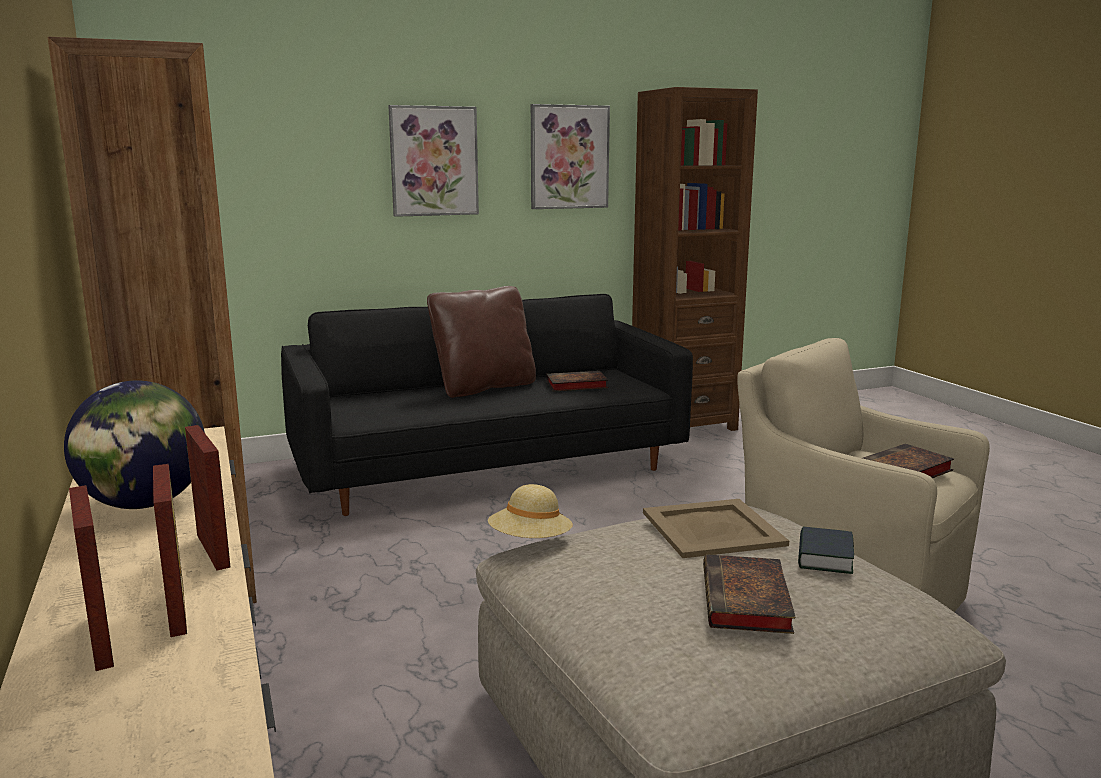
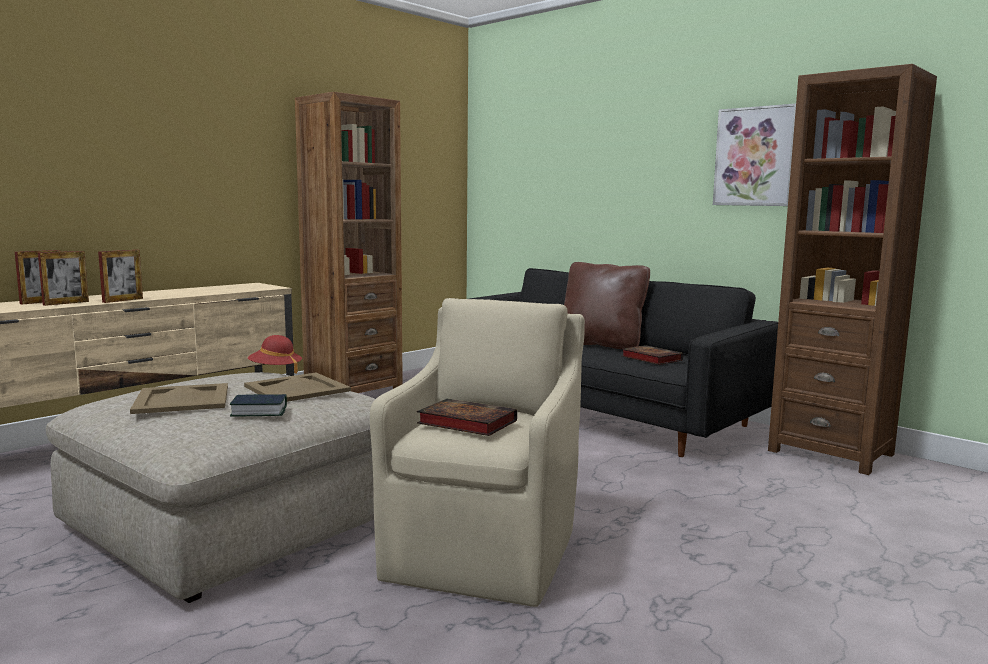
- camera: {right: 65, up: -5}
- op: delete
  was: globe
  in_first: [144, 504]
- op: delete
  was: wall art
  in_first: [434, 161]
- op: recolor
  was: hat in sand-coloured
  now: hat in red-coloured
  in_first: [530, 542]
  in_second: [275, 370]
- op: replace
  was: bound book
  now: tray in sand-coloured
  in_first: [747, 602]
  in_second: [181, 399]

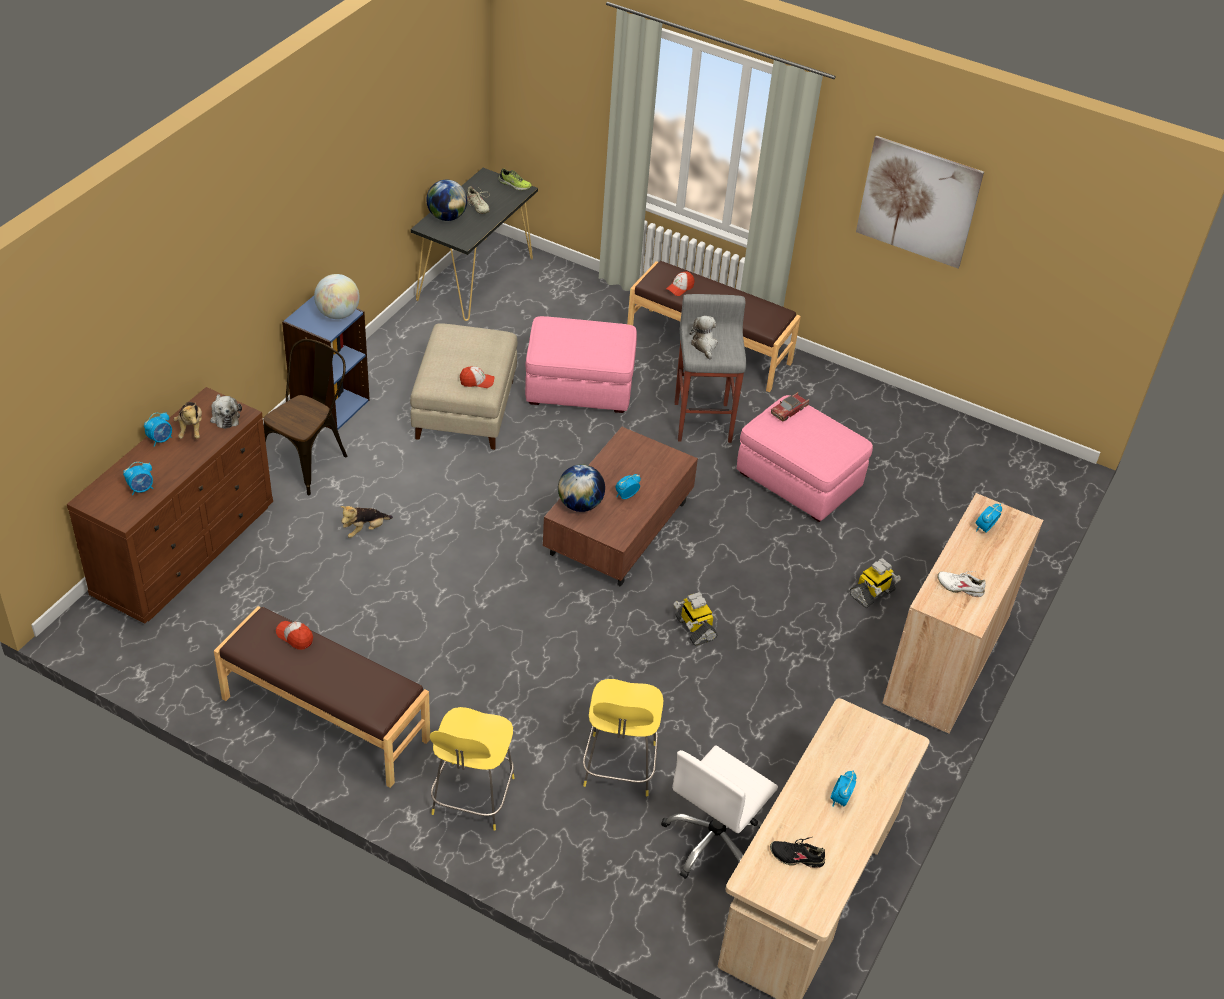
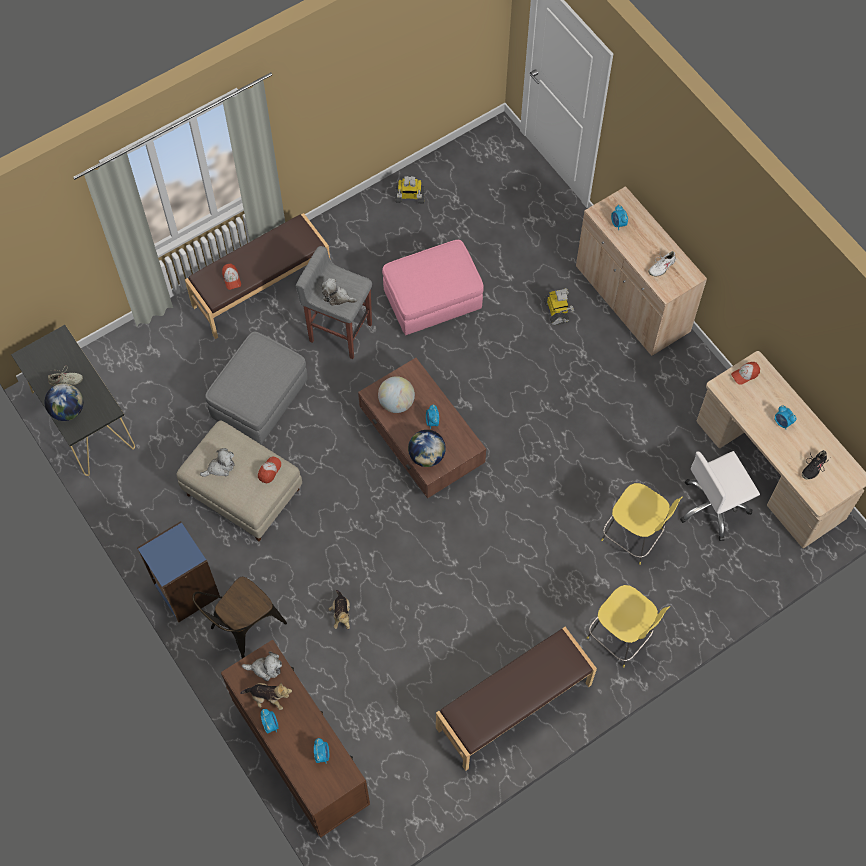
- camera: {right: -60, up: 20}
- op: rotate
  was: chair in brown
  in_first: [309, 459]
  in_second: [242, 627]
  clockwise: -105
- op: move
  was: baseball cap
  in_first: [295, 637]
  in_second: [745, 374]
- op: move
  was: globe
  in_first: [338, 314]
  in_second: [396, 403]
- op: delete
  was: shoe
  in_first: [514, 185]
- op: recolor
  was: pouffe in pink
  now: pouffe in greyish
  in_first: [580, 388]
  in_second: [260, 399]
- op: rotate
  was: desk chair in white-coloured
  in_first: [714, 841]
  in_second: [713, 507]
  clockwise: 90
- op: move
  was: toy robot
  in_first: [694, 628]
  in_second: [409, 197]
- op: delete
  was: model car
  in_first: [789, 410]
- op: delete
  was: wall art
  in_first: [918, 201]
- op: insert
  now: plush toy
  in_second: [220, 467]

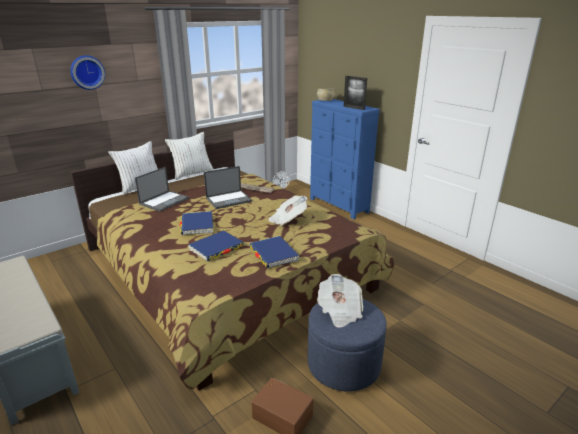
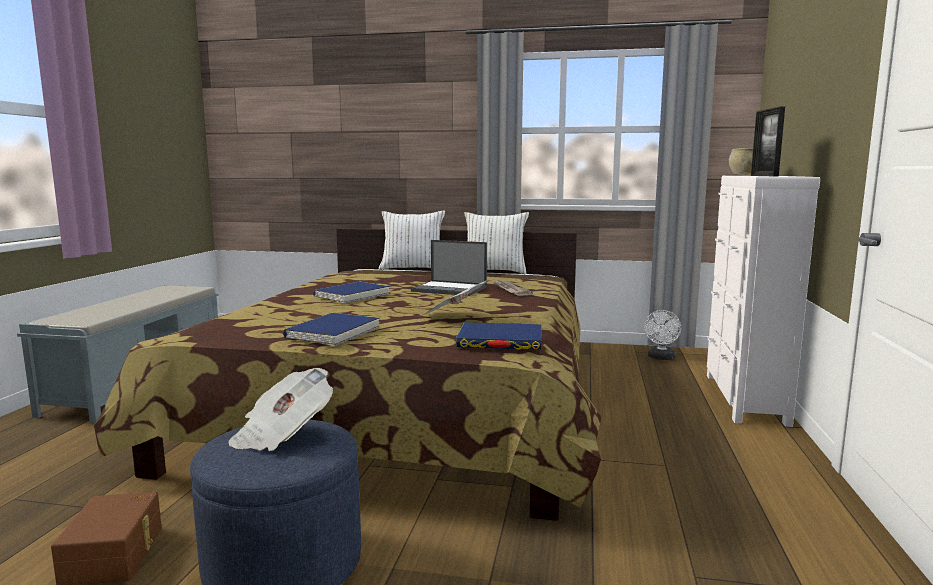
- camera: {right: 50, up: -15}
- op: delete
  was: wall clock
  in_first: [87, 72]
- op: delete
  was: notebook computer
  in_first: [164, 201]
- op: move
  was: bound book in bluish
  in_first: [216, 248]
  in_second: [500, 341]
- op: recolor
  was: dresser in bluish
  now: dresser in white-coloured
  in_first: [338, 205]
  in_second: [743, 398]

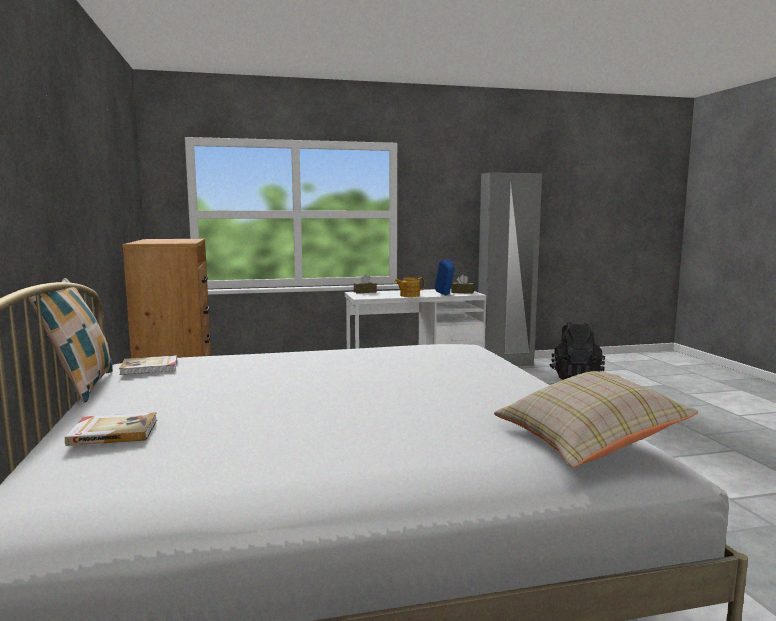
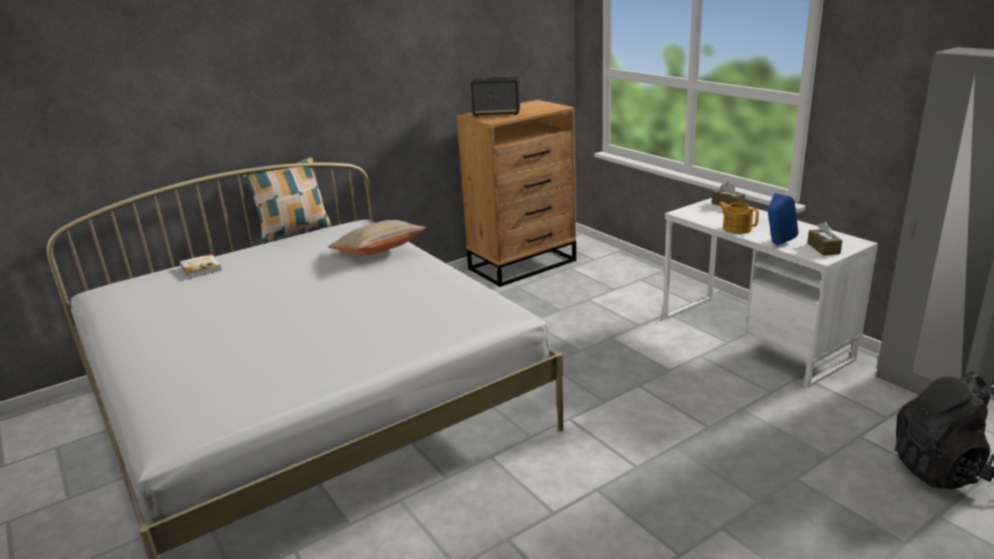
- camera: {right: 70, up: 15}
- op: delete
  was: bound book
  in_first: [150, 367]
- op: move
  was: throw pillow in sand-coloured
  in_first: [586, 442]
  in_second: [378, 252]
- op: insert
  now: loudspeaker
  in_second: [497, 113]

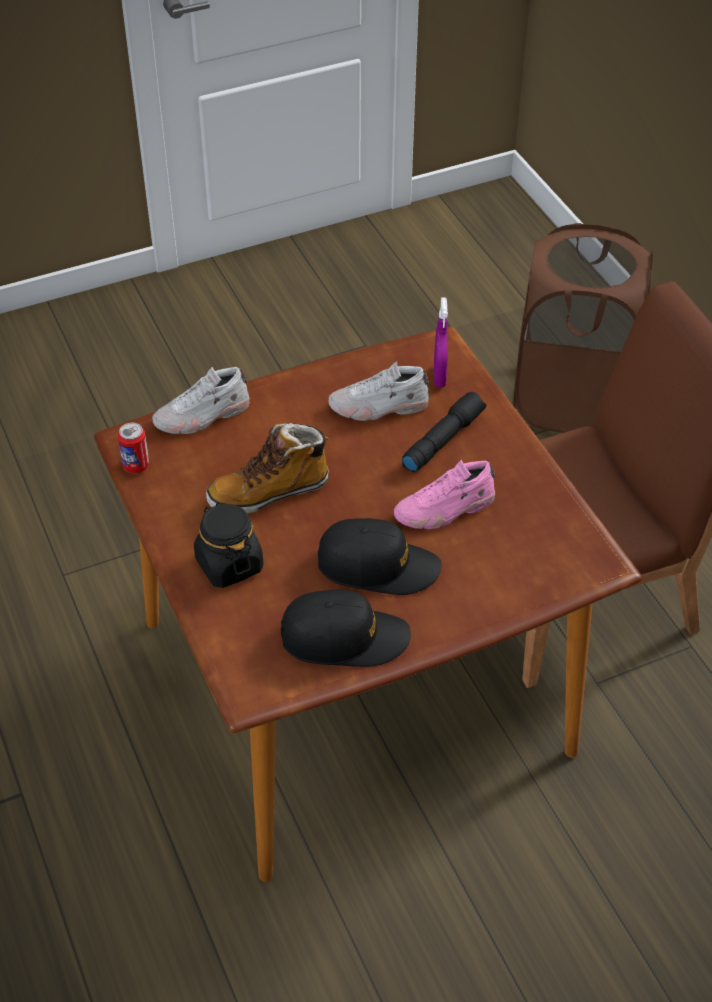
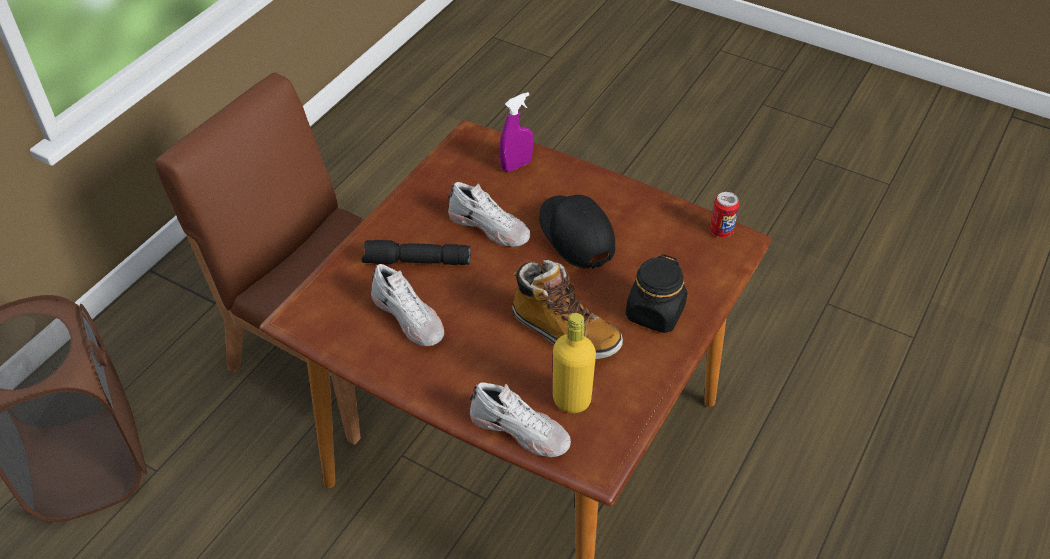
- camera: {right: -125, up: 0}
- op: move
  was: metal can
  in_first: [136, 466]
  in_second: [721, 231]
- op: delete
  was: baseball cap in blackish
  in_first: [344, 637]
- op: recolor
  was: shoe in pink
  now: shoe in white-coloured
  in_first: [445, 509]
  in_second: [490, 227]
- op: move
  was: spray bottle in purple
  in_first: [439, 377]
  in_second: [516, 165]
- op: insert
  now: drink bottle in yellow
  in_second: [571, 400]

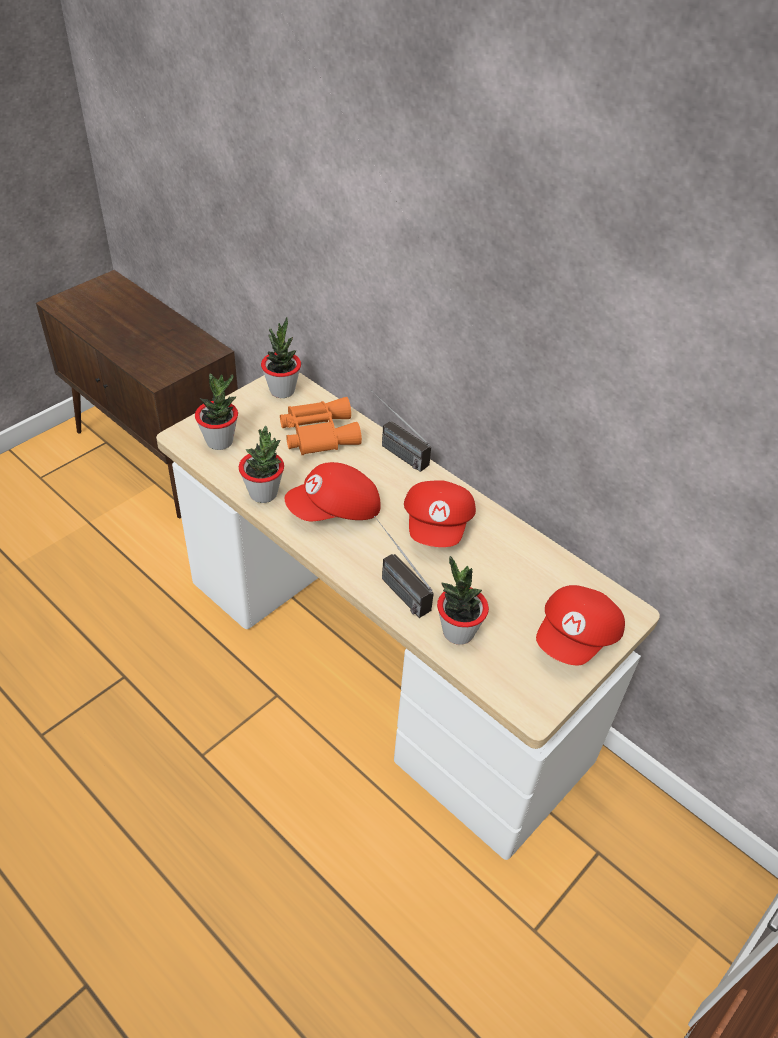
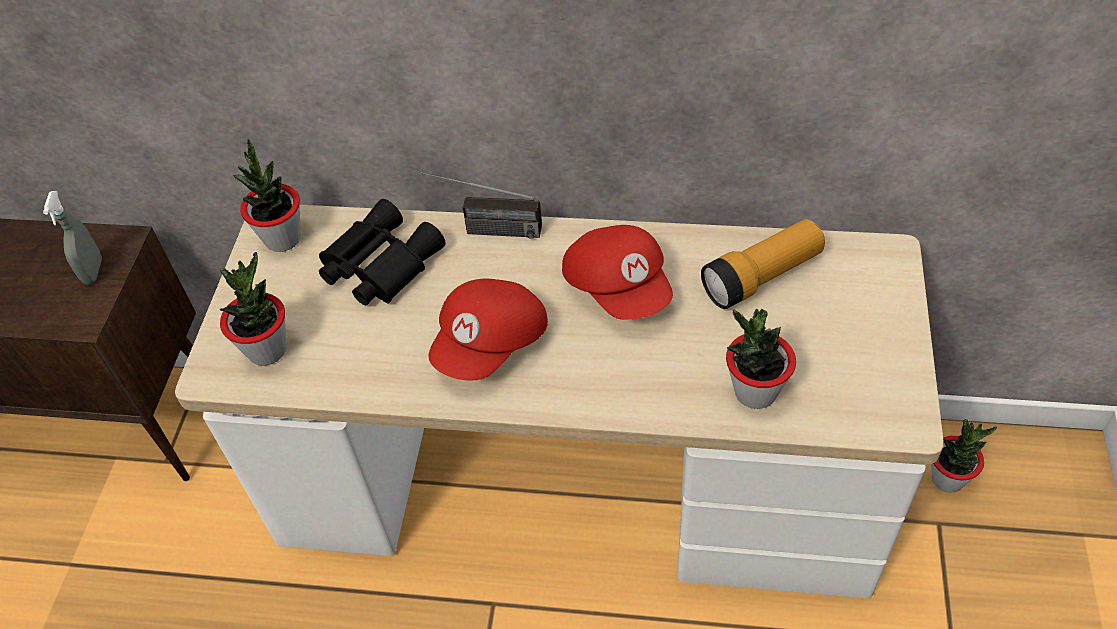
- camera: {right: -30, up: 5}
- op: move
  was: potted plant
  in_first: [263, 493]
  in_second: [947, 479]
- op: recolor
  was: binoculars in orange-coloured
  now: binoculars in blackish
  in_first: [318, 433]
  in_second: [378, 264]
- op: delete
  was: radio receiver
  in_first: [394, 585]
- op: delete
  was: baseball cap in red-coloured
  in_first: [576, 638]
- op: insert
  now: spray bottle in greyish
  in_second: [93, 271]
- op: insert
  now: flashlight
  in_second: [762, 277]

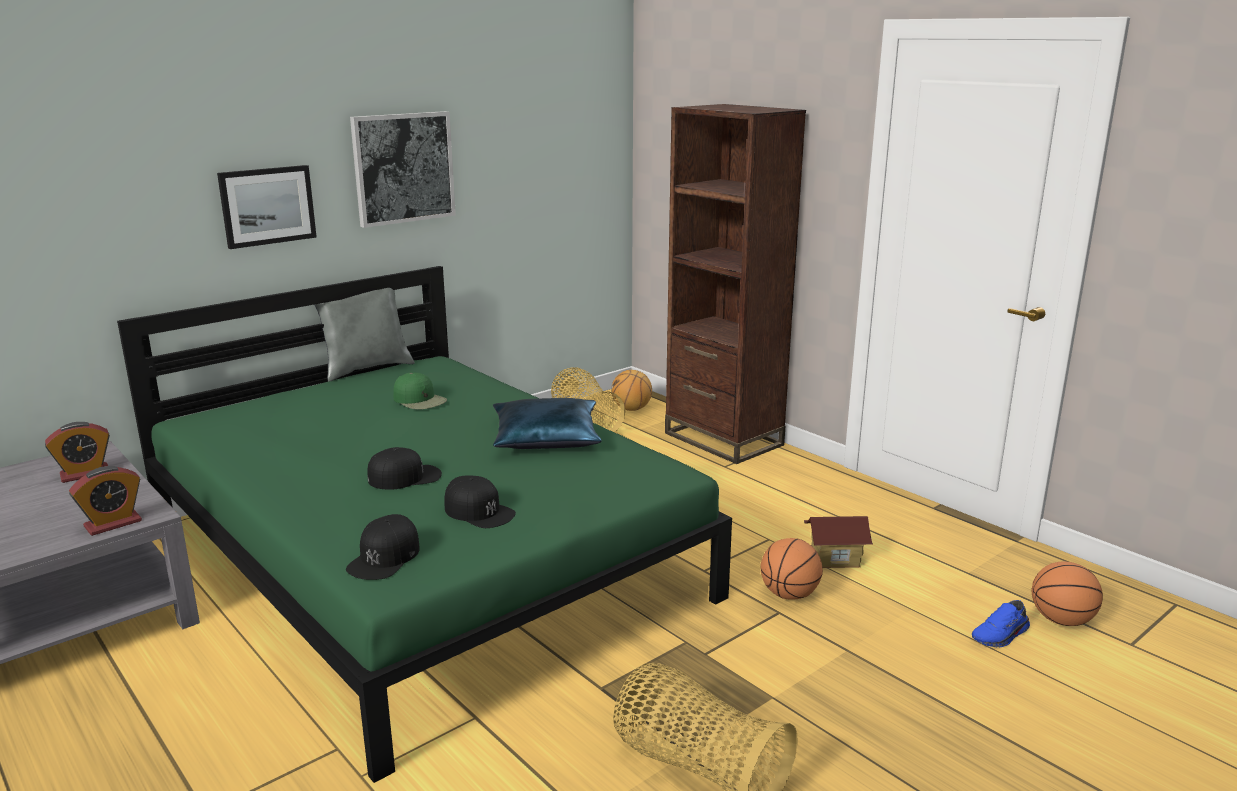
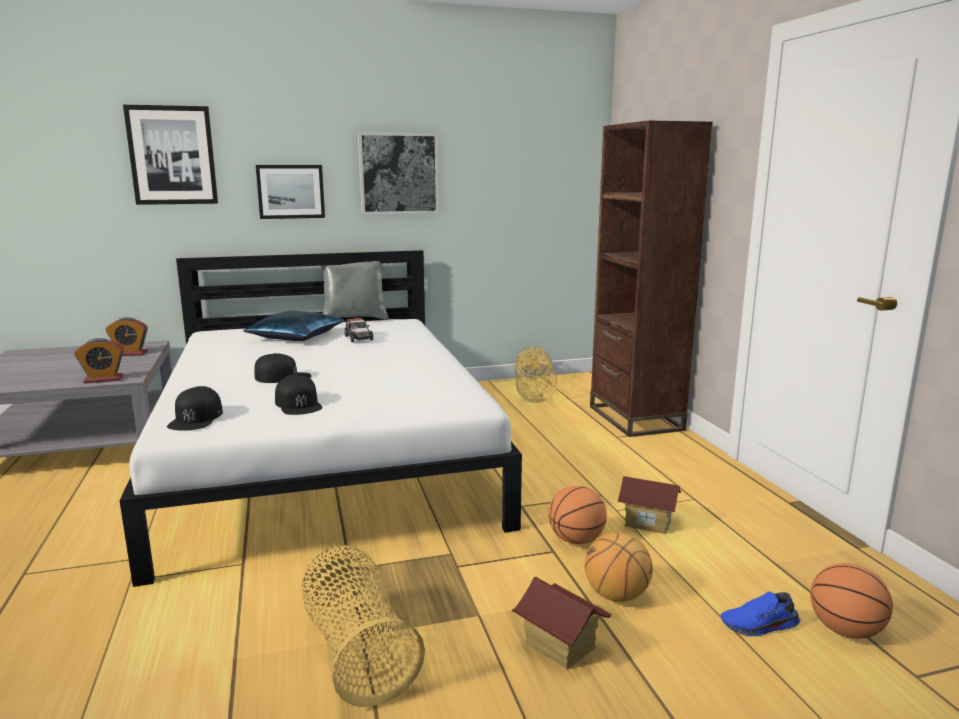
- camera: {right: 25, up: -5}
- op: recolor
  was: sleeping bed in green-coloured
  now: sleeping bed in white-coloured
  in_first: [425, 560]
  in_second: [326, 456]
- op: rotate
  was: baseball cap in blackish
  in_first: [385, 557]
  in_second: [196, 418]
  clockwise: -45
- op: replace
  was: baseball cap in green-coloured
  now: model car
  in_first: [420, 400]
  in_second: [358, 338]
- op: move
  was: throw pillow in bluish
  in_first: [545, 438]
  in_second: [295, 336]
- op: move
  was: basketball
  in_first: [631, 409]
  in_second: [616, 595]
- op: insert
  now: wall art
  in_second: [172, 155]
- op: insert
  now: toy house
  in_second: [559, 646]

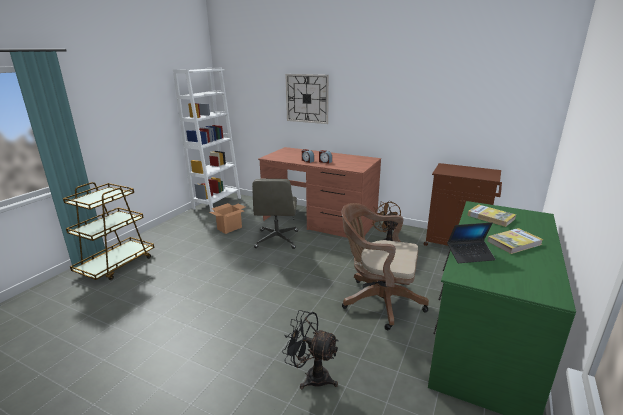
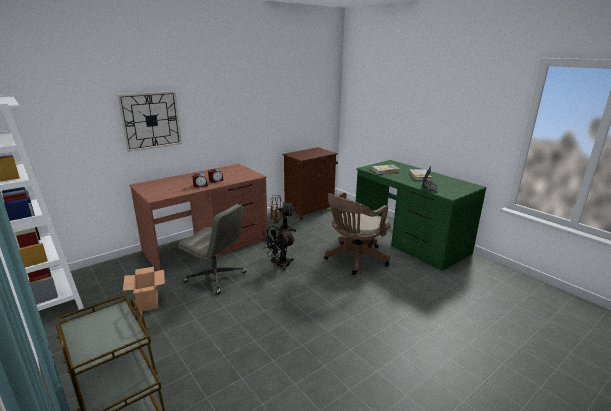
- camera: {right: -65, up: 0}
- op: move
  was: cooling fan in blackish
  in_first: [311, 376]
  in_second: [279, 265]

